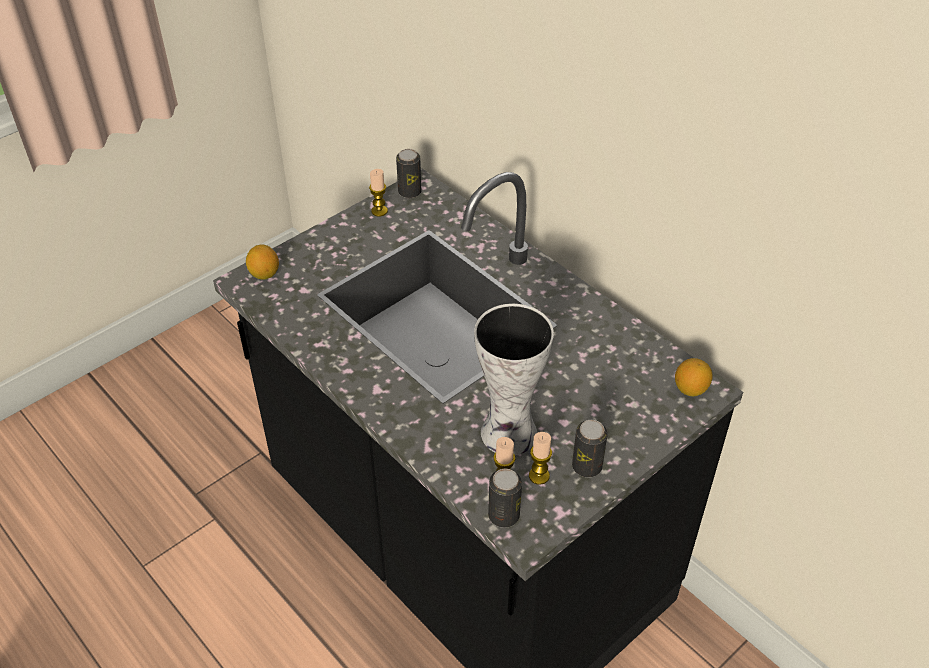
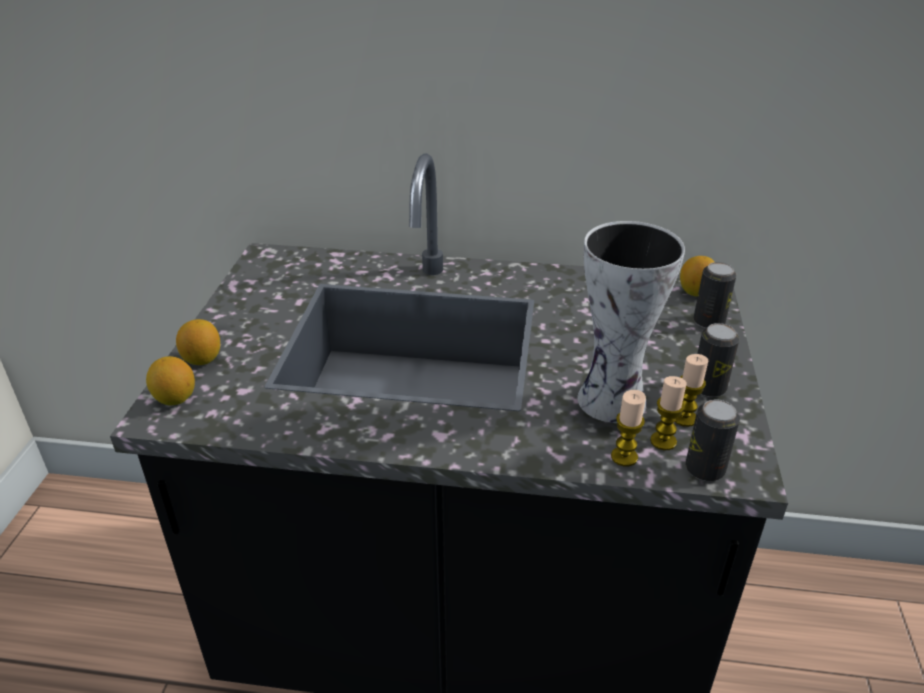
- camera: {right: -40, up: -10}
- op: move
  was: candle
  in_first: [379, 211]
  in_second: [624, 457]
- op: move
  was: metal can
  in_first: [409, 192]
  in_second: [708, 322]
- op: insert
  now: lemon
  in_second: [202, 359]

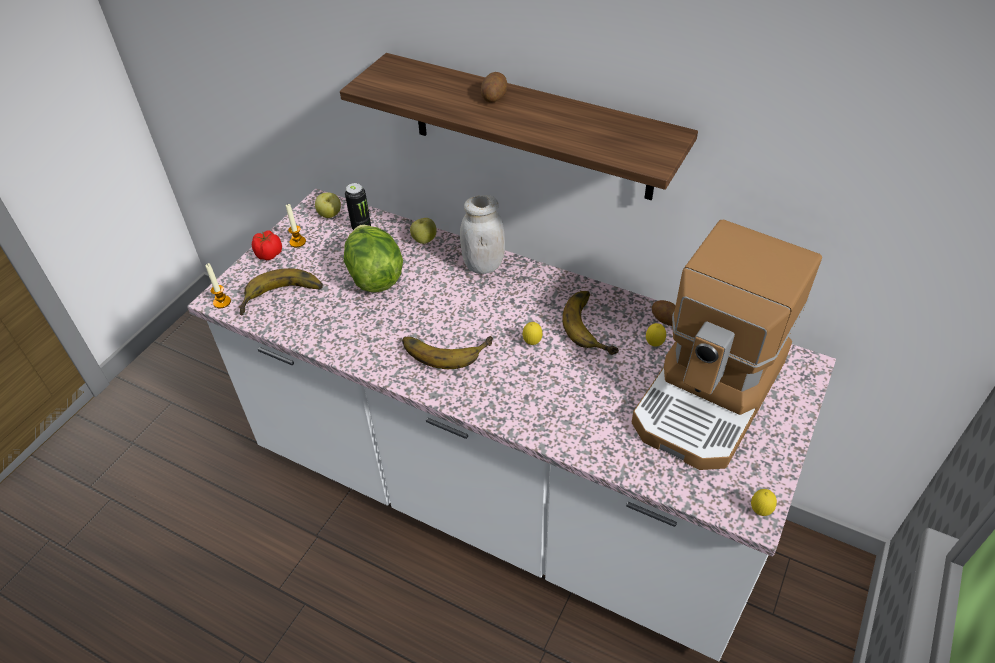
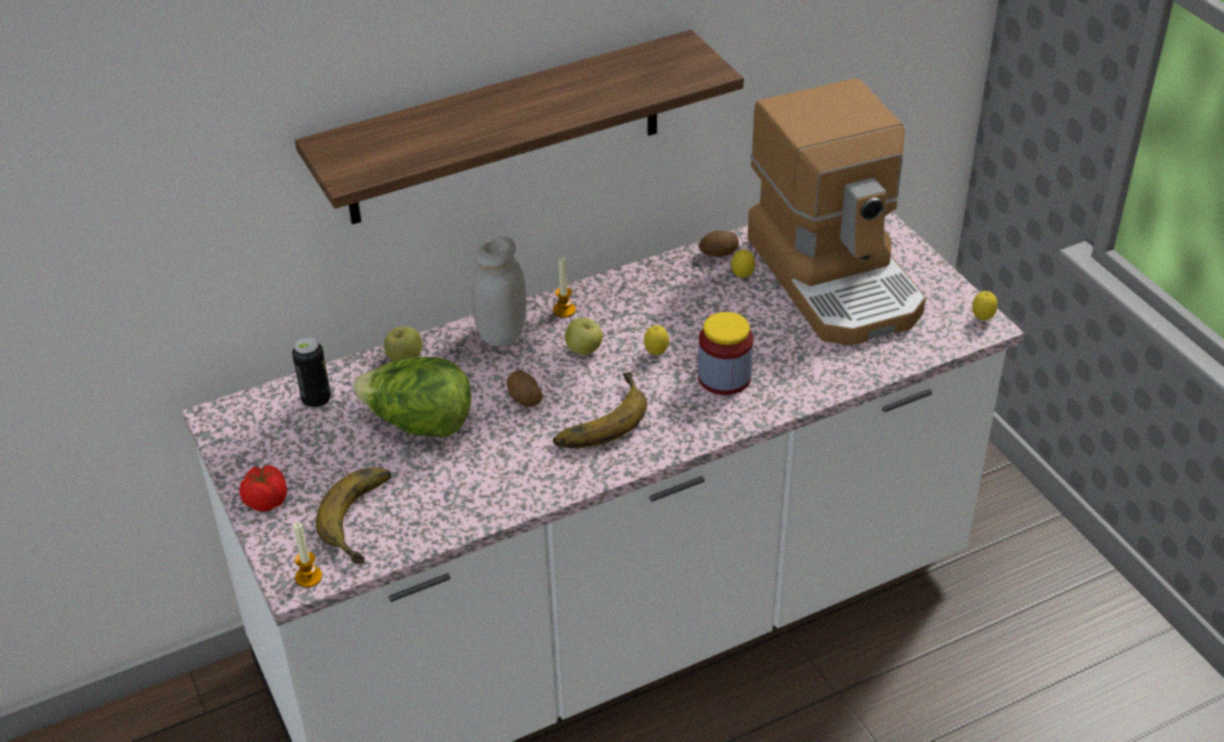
- camera: {right: -55, up: -5}
- op: move
  was: candle
  in_first: [297, 242]
  in_second: [564, 310]
- op: move
  was: whole apple
  in_first: [330, 215]
  in_second: [584, 350]
- op: move
  was: spud
  in_first: [493, 97]
  in_second: [524, 398]
- op: delete
  was: whole banana
  in_first: [594, 325]
- op: insert
  now: storage jar
  in_second: [724, 377]

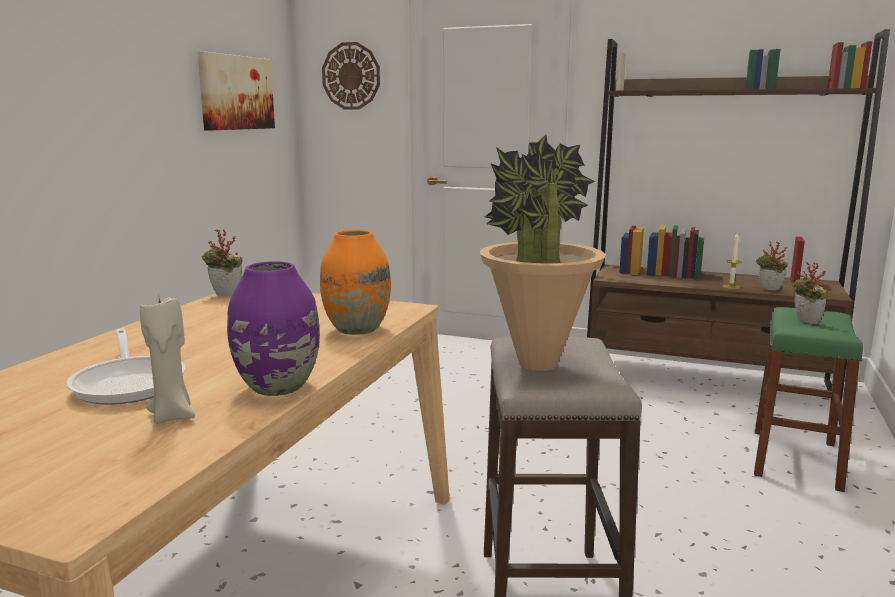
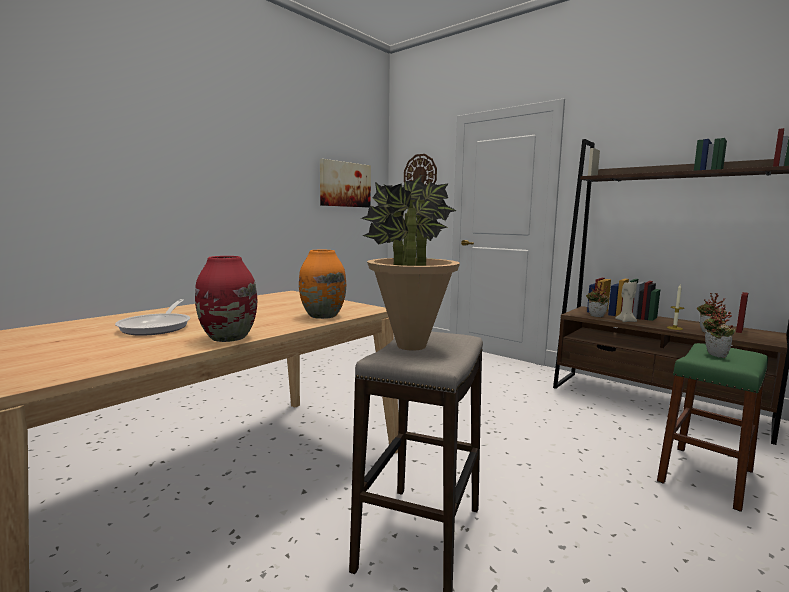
- camera: {right: 20, up: -5}
- op: move
  was: candle in sand-coloured
  in_first: [173, 416]
  in_second: [625, 321]
- op: move
  was: potted plant
  in_first: [224, 295]
  in_second: [596, 316]
- op: recolor
  was: vase in purple
  now: vase in red-coloured
  in_first: [278, 387]
  in_second: [228, 337]

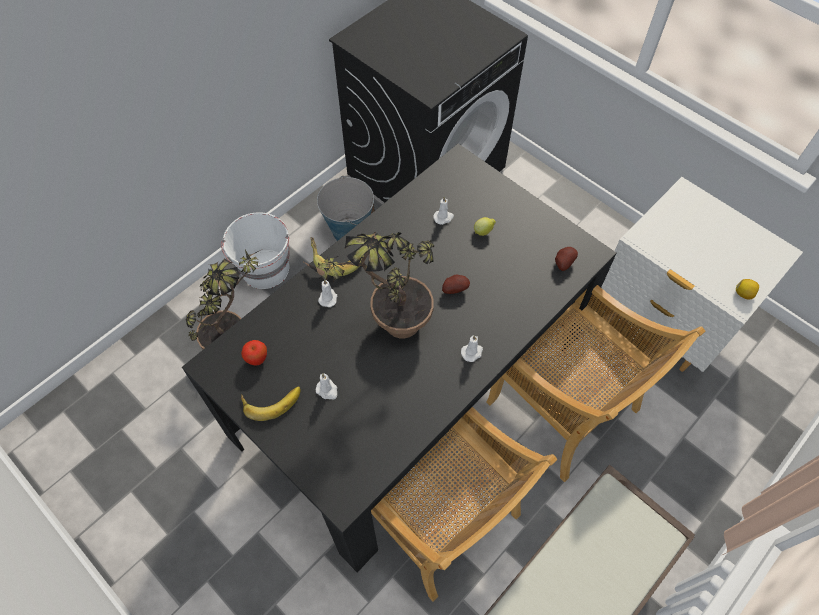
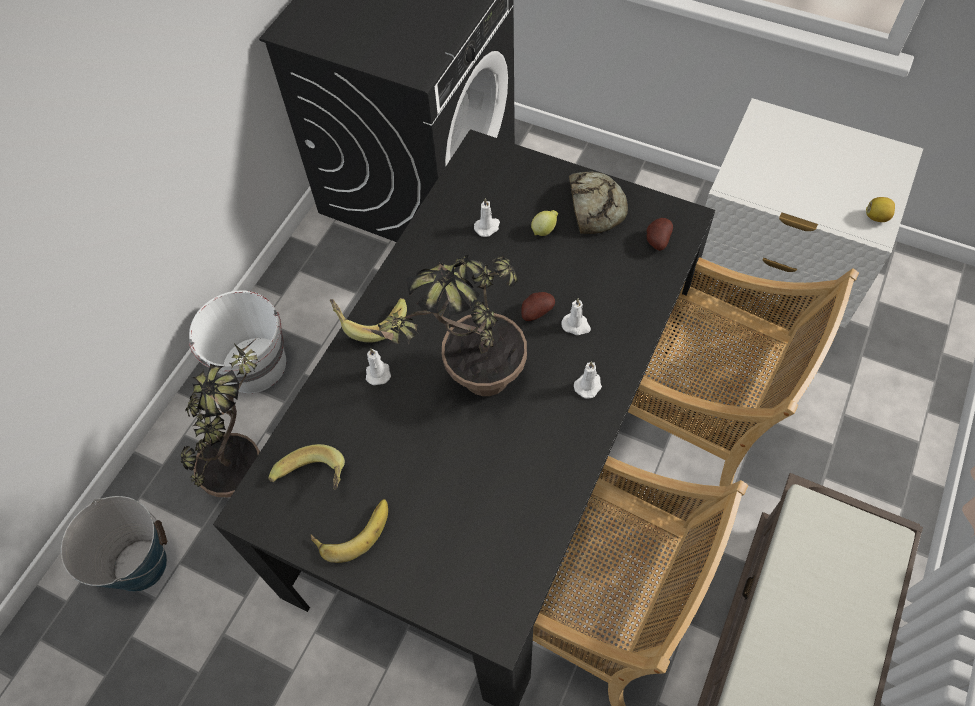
- camera: {right: -15, up: 0}
- op: replace
  was: whole apple
  now: whole banana
  in_first: [257, 359]
  in_second: [313, 481]
- op: move
  was: candle in white-coloured
  in_first: [327, 390]
  in_second: [576, 325]
- op: move
  was: water bucket
  in_first: [349, 230]
  in_second: [140, 564]
- op: insert
  now: baked bread
  in_second: [594, 206]

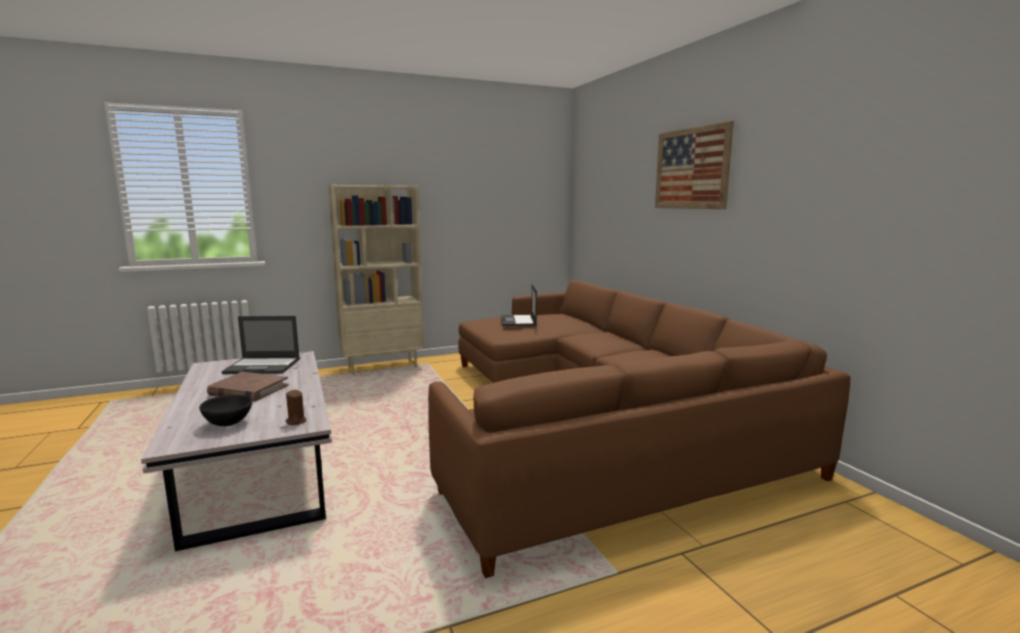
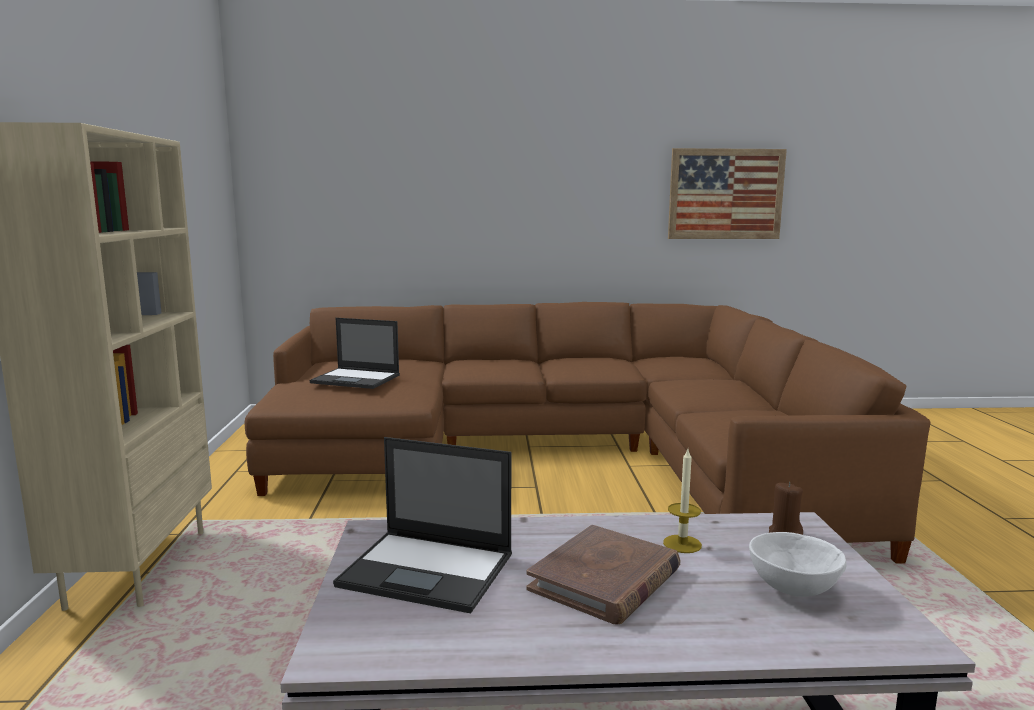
- camera: {right: -70, up: 0}
- op: recolor
  was: deep dish in blackish
  now: deep dish in white-coloured
  in_first: [229, 423]
  in_second: [791, 588]
- op: rotate
  was: notebook computer
  in_first: [263, 366]
  in_second: [429, 570]
  clockwise: 90
- op: move
  was: wall art
  in_first: [691, 168]
  in_second: [725, 194]
- op: insert
  now: candle
  in_second: [682, 544]

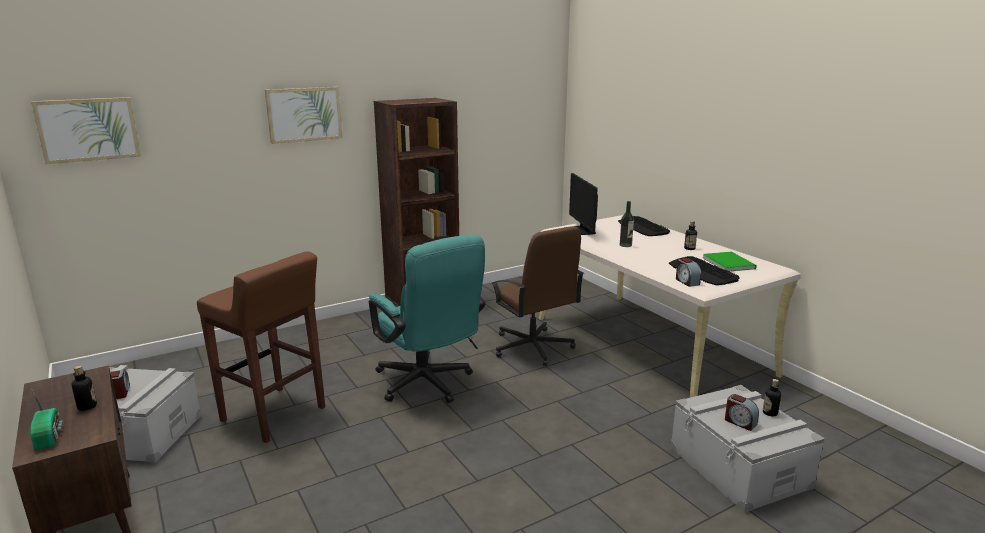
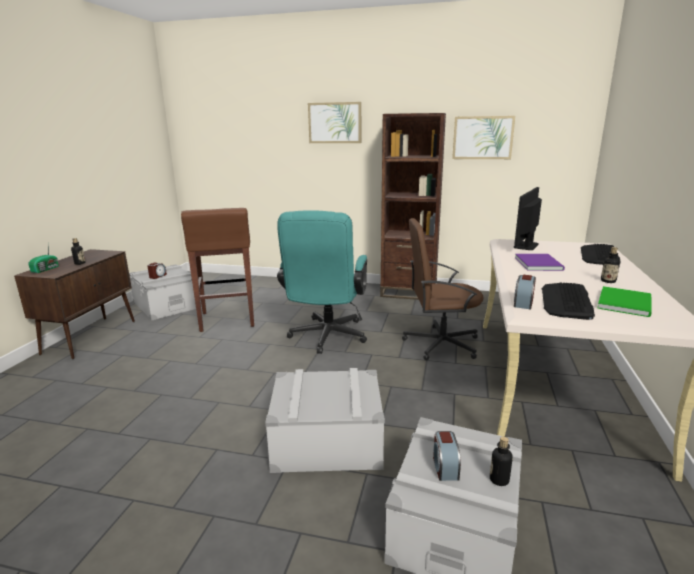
- camera: {right: 45, up: 0}
- op: move
  was: wall art
  in_first: [88, 129]
  in_second: [482, 137]
- op: rotate
  was: desk chair in brown
  in_first: [532, 347]
  in_second: [440, 344]
  clockwise: 75
- op: replace
  was: drink bottle
  now: bound book in purple
  in_first: [625, 245]
  in_second: [539, 263]
- op: insert
  now: storage bin in greyish
  in_second: [327, 441]

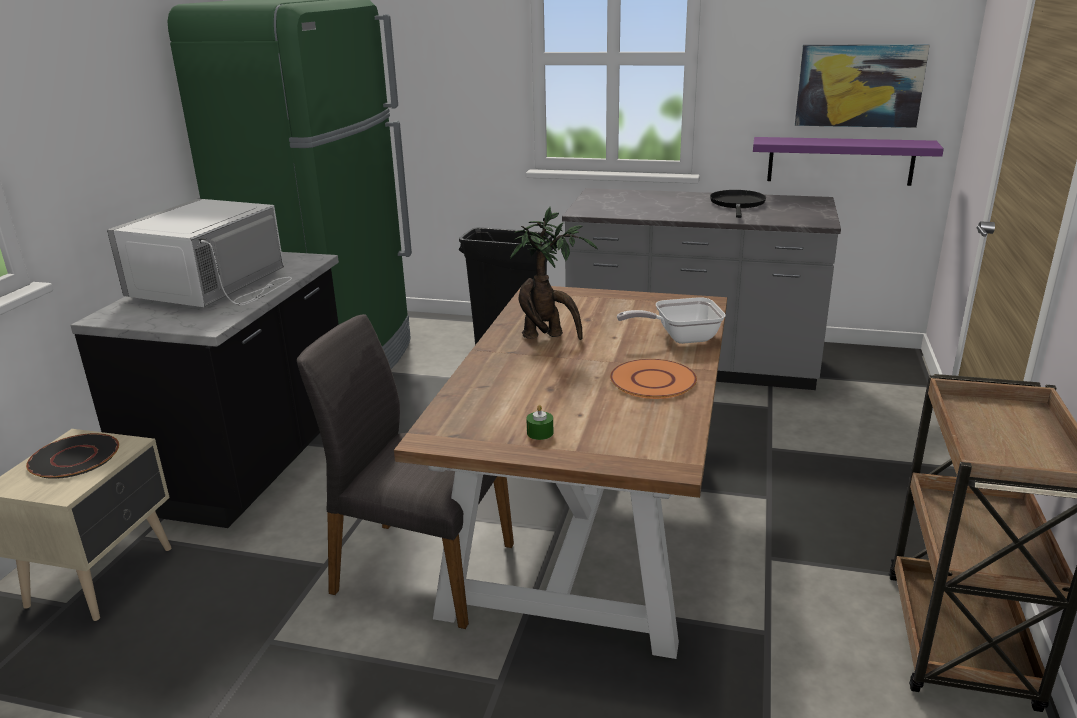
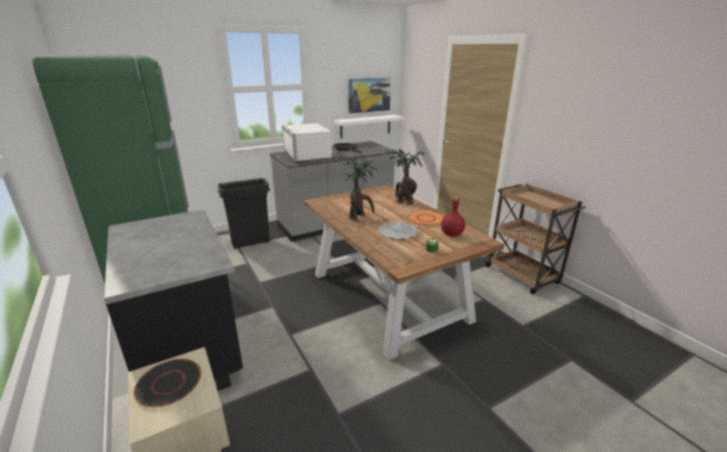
- camera: {right: -45, up: 0}
- op: move
  was: microwave in white-coloured
  in_first: [215, 287]
  in_second: [311, 155]
- op: delete
  was: chair in greyish
  in_first: [420, 569]
- op: replace
  was: frying pan
  now: potted plant
  in_first: [680, 338]
  in_second: [403, 202]
- op: recolor
  was: shelf in purple
  now: shelf in white-coloured
  in_first: [840, 161]
  in_second: [365, 126]
- op: insert
  now: plate
  in_second: [398, 232]
- op: insert
  now: drink bottle in red-coloured
  in_second: [452, 234]

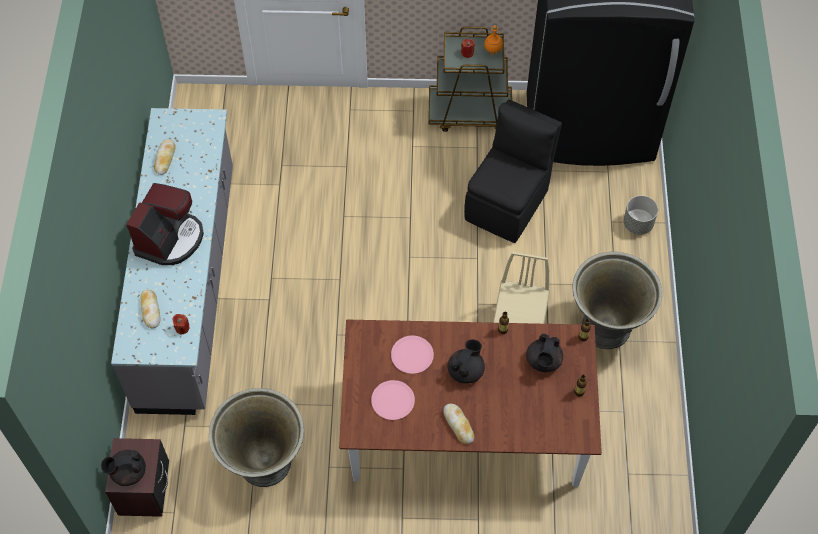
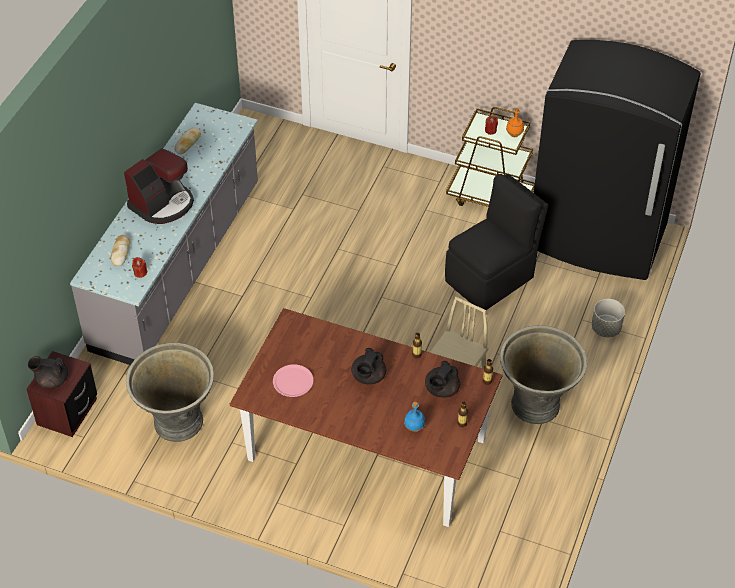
- camera: {right: 20, up: -10}
- op: delete
  was: plate in pink
  in_first: [412, 355]
- op: delete
  was: baked bread
  in_first: [458, 425]
- op: rotate
  was: tea pot in blackish
  in_first: [466, 371]
  in_second: [368, 377]
  clockwise: 150
- op: insert
  now: drink bottle in bluish
  in_second: [414, 427]

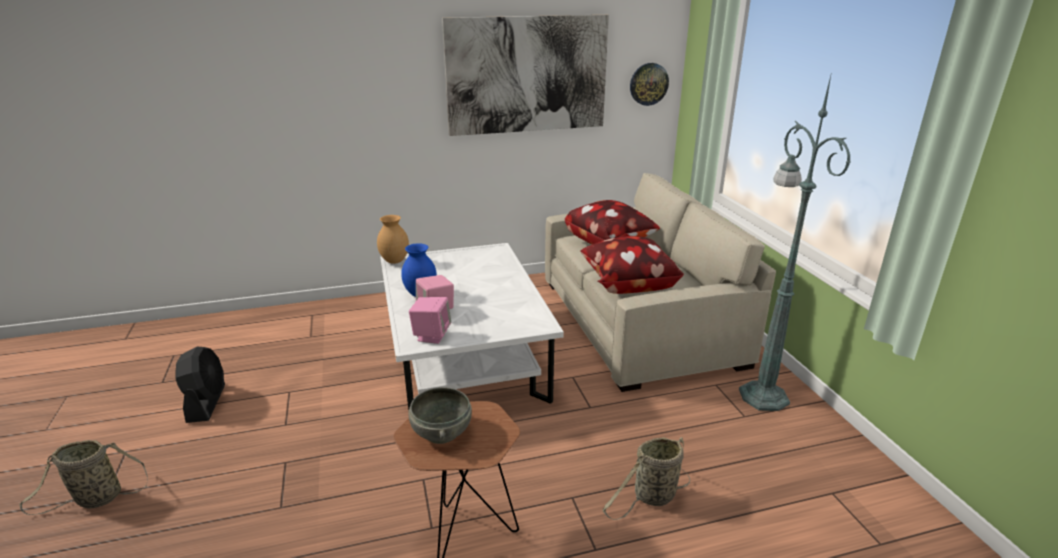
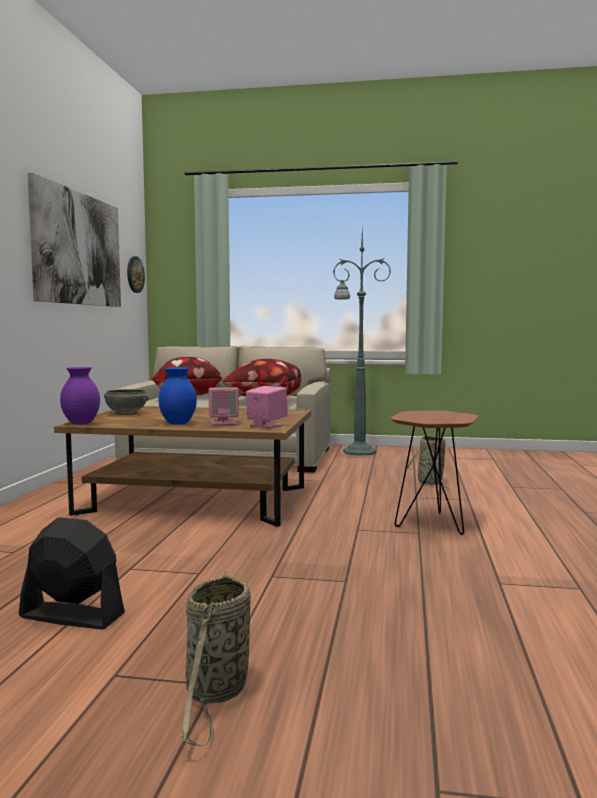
- camera: {right: -65, up: -20}
- op: recolor
  was: vase in brown
  now: vase in purple
  in_first: [395, 261]
  in_second: [81, 423]
- op: recolor
  was: lounge table in white-coloured
  now: lounge table in brown
  in_first: [465, 358]
  in_second: [195, 500]
- op: move
  was: deep dish in greyish
  in_first: [441, 432]
  in_second: [126, 413]

